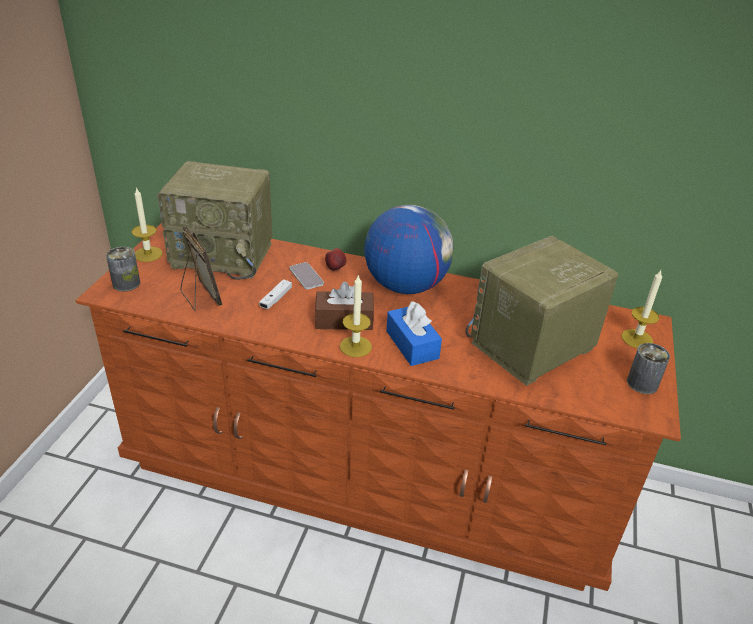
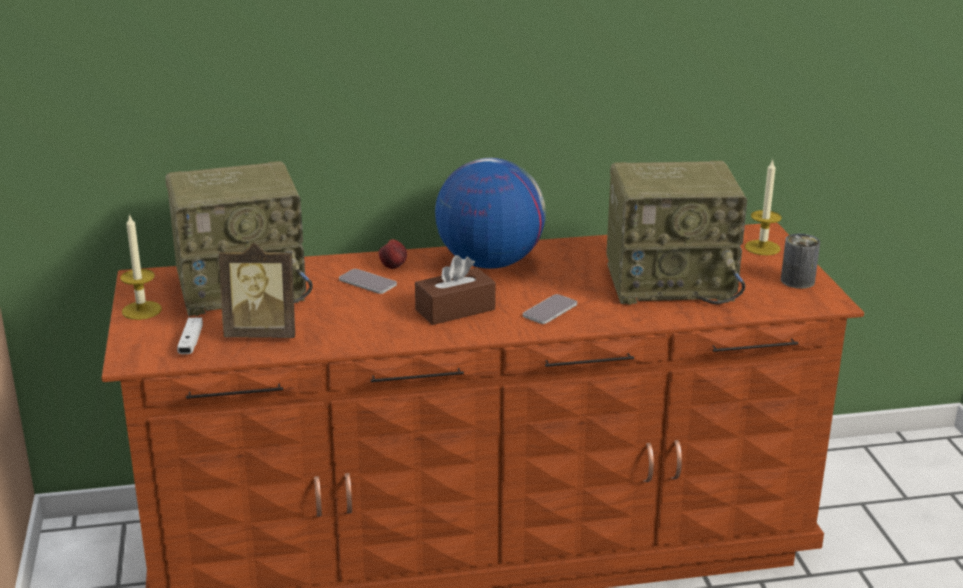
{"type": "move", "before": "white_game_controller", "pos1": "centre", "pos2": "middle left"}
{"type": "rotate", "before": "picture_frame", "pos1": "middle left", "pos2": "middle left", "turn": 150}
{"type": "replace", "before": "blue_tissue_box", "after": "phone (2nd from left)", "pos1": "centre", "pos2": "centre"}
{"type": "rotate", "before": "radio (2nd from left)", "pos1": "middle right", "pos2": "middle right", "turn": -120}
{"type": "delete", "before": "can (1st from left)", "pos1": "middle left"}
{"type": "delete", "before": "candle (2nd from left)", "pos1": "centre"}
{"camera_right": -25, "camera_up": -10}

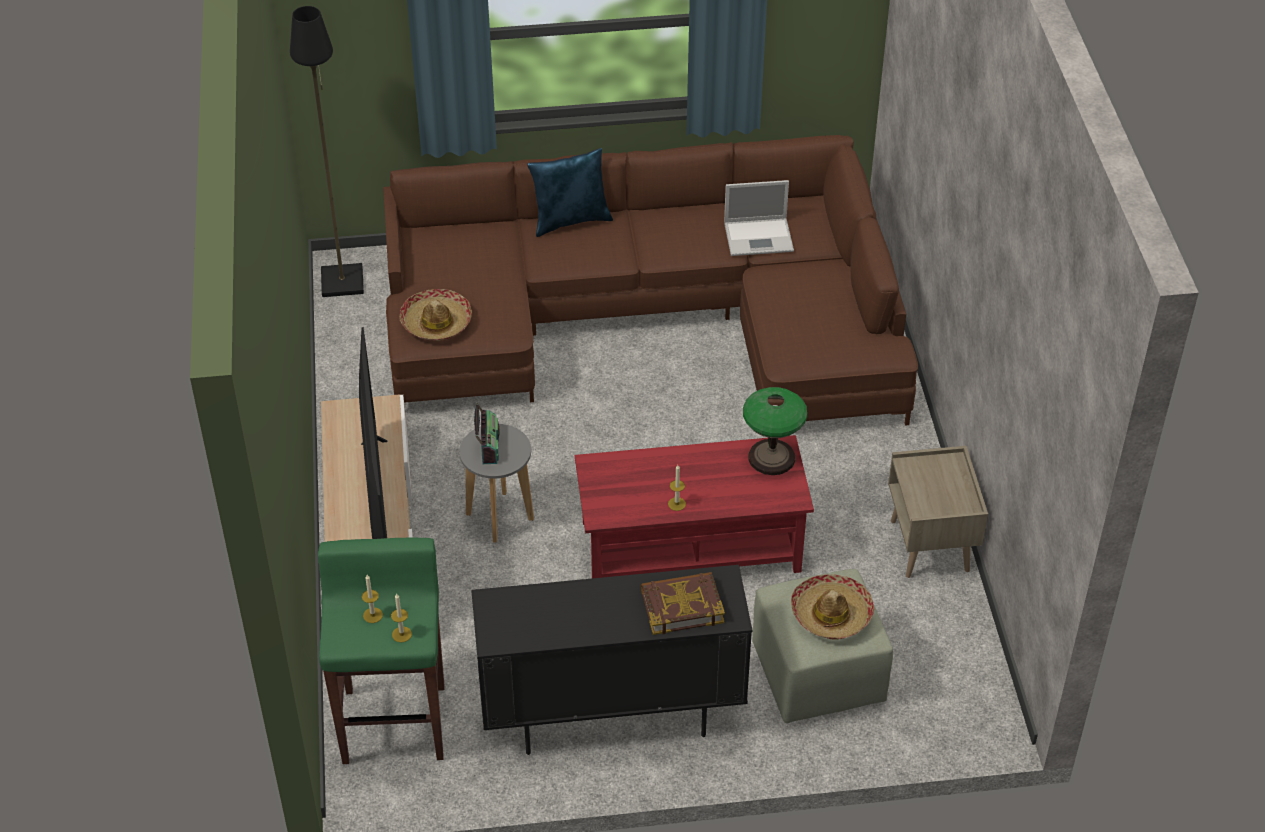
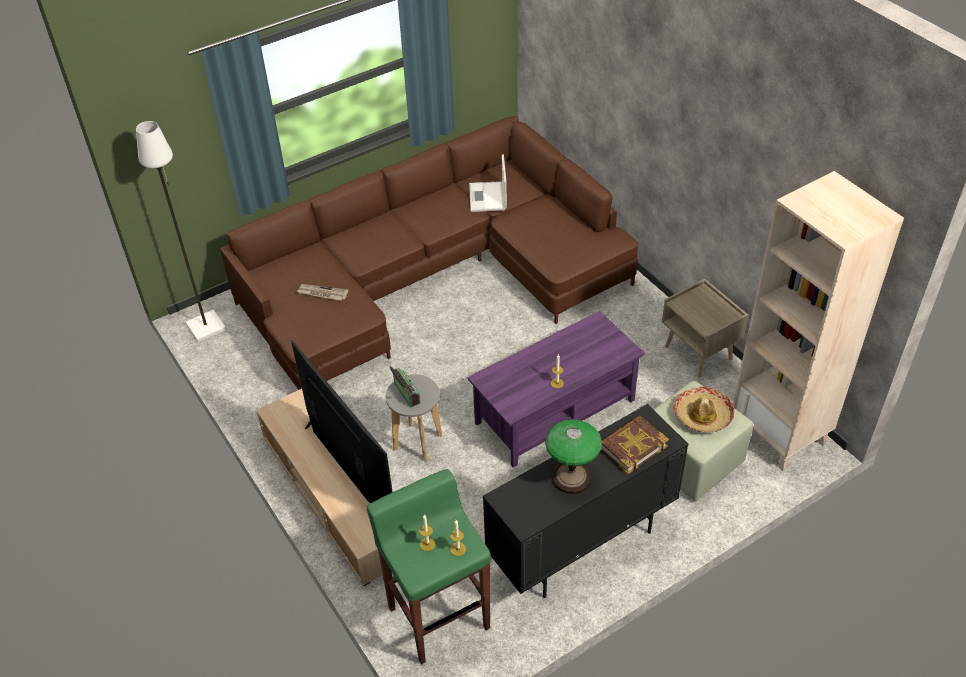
{"type": "recolor", "before": "black_floor_lamp", "after": "white_floor_lamp", "pos1": "top left", "pos2": "middle left"}
{"type": "insert", "after": "newspaper", "pos2": "centre"}
{"type": "recolor", "before": "red_coffee_table", "after": "purple_coffee_table", "pos1": "centre", "pos2": "centre"}
{"type": "rotate", "before": "laptop", "pos1": "top centre", "pos2": "top centre", "turn": 120}
{"type": "move", "before": "table_lamp", "pos1": "centre", "pos2": "bottom centre"}
{"type": "insert", "after": "beige_bookcase", "pos2": "middle right"}
{"type": "delete", "before": "hat (1st from left)", "pos1": "centre"}
{"type": "delete", "before": "blue_pillow", "pos1": "top centre"}
{"camera_right": -25, "camera_up": 0}

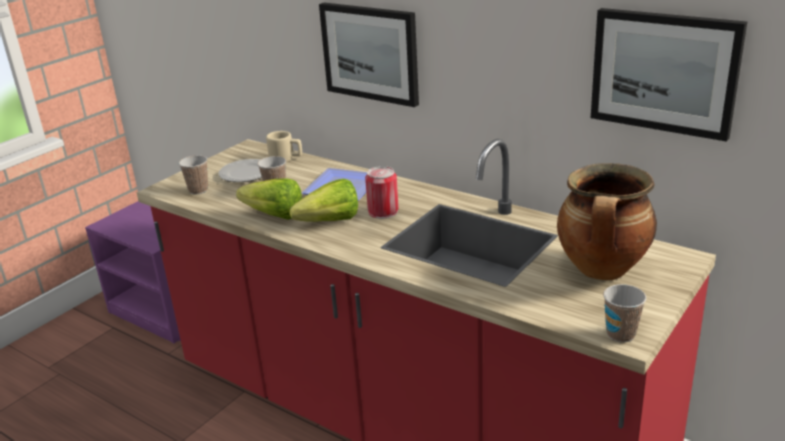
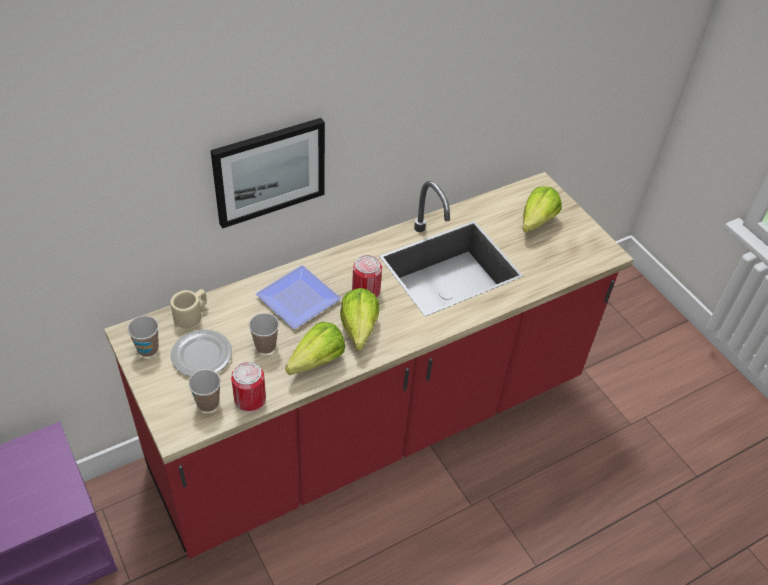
{"type": "move", "before": "cup (3rd from left in the first image)", "after": "cup (1st from left)", "pos1": "bottom right", "pos2": "middle left"}
{"type": "insert", "after": "can (1st from left)", "pos2": "middle left"}
{"type": "replace", "before": "cooking_pot", "after": "lettuce (3rd from left)", "pos1": "middle right", "pos2": "middle right"}
{"type": "delete", "before": "picture (2nd from left)", "pos1": "top right"}
{"camera_right": -70, "camera_up": 20}

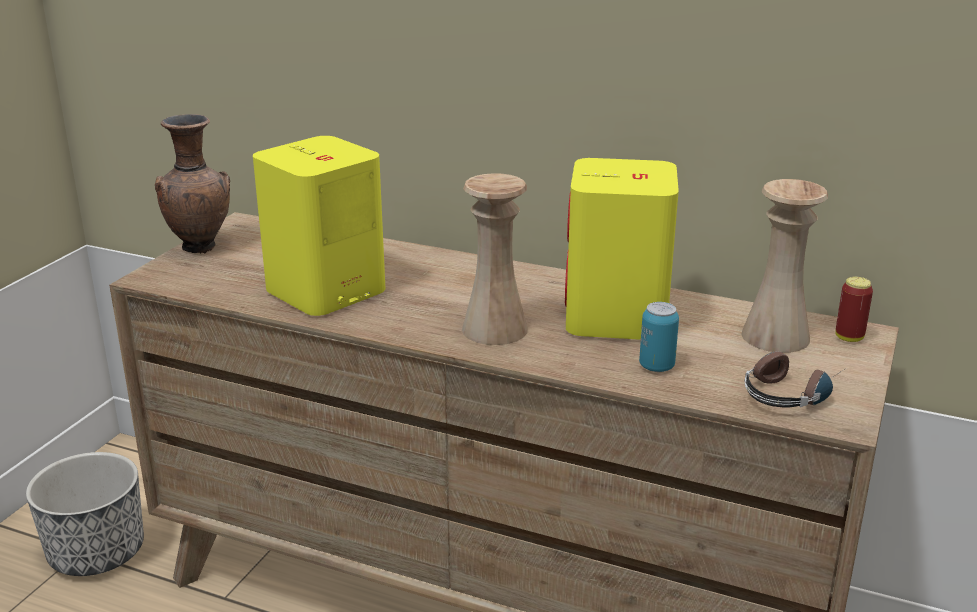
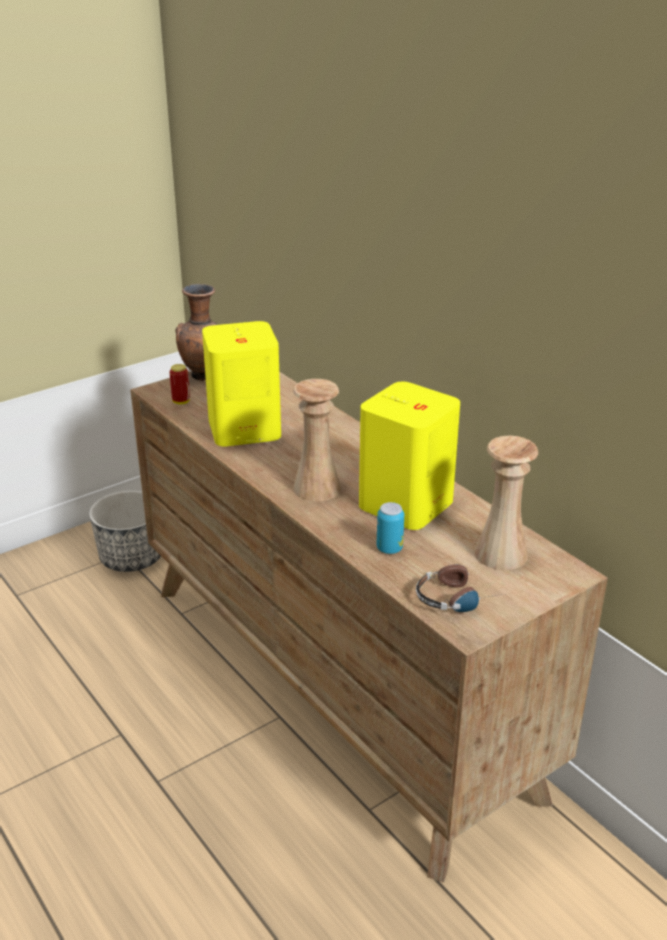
{"type": "move", "before": "can (2nd from left in the first image)", "after": "can (1st from left)", "pos1": "middle right", "pos2": "middle left"}
{"camera_right": 30, "camera_up": 5}

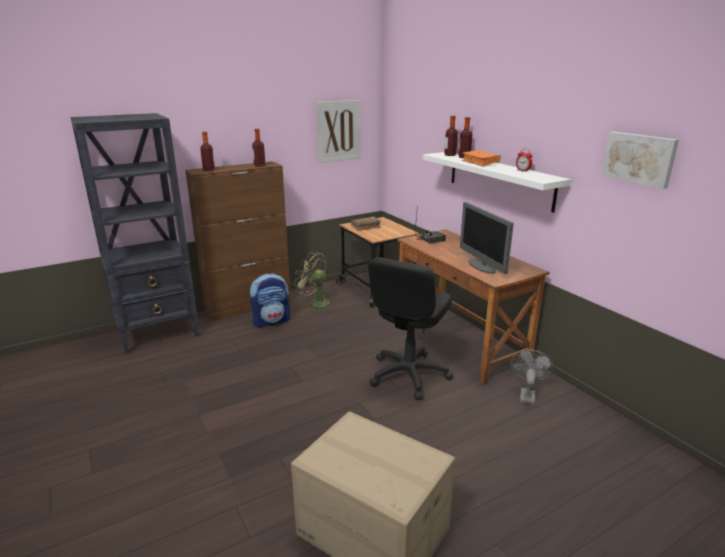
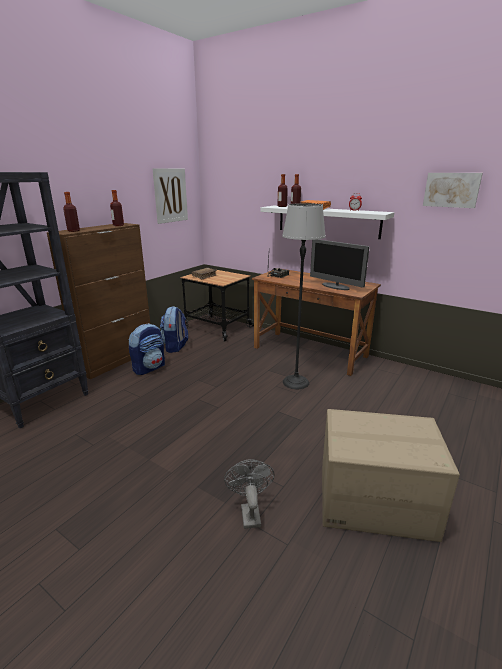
{"type": "replace", "before": "green_fan", "after": "backpack (2nd from left)", "pos1": "centre", "pos2": "centre"}
{"type": "move", "before": "grey_fan", "pos1": "bottom right", "pos2": "bottom centre"}
{"type": "replace", "before": "black_office_chair", "after": "floor_lamp", "pos1": "centre", "pos2": "centre"}
{"camera_right": -25, "camera_up": 0}

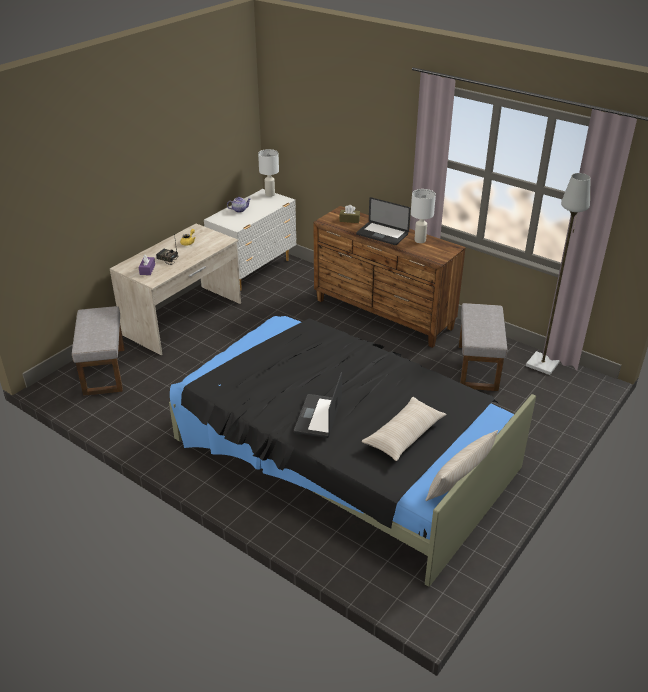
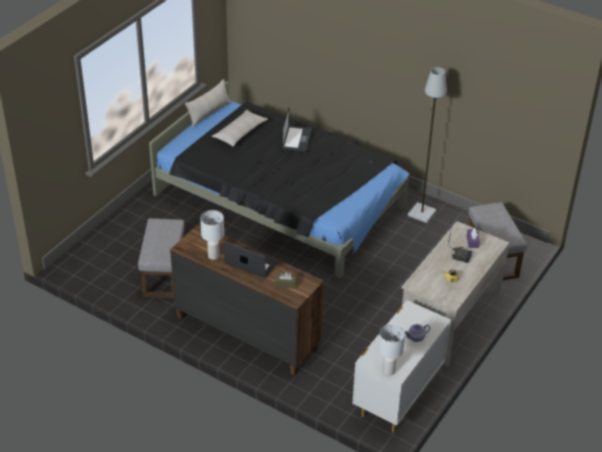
{"type": "move", "before": "grey_floor_lamp", "pos1": "middle right", "pos2": "top right"}
{"camera_right": 175, "camera_up": 5}

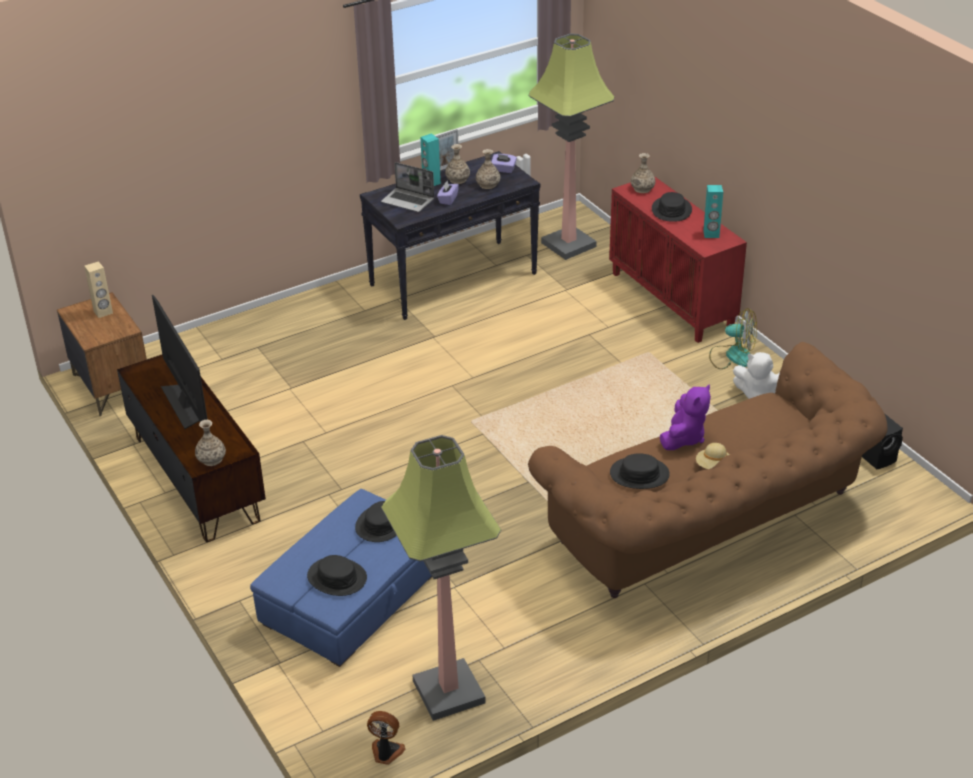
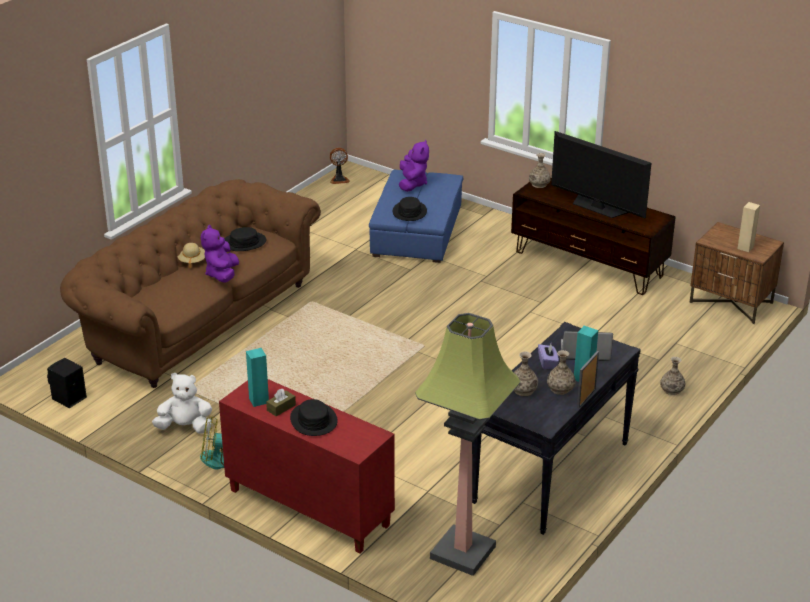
{"type": "insert", "after": "brown_tissue_box", "pos2": "bottom centre"}
{"type": "replace", "before": "black_hat (1st from left)", "after": "purple_plush_toy (2nd from left)", "pos1": "bottom centre", "pos2": "top centre"}
{"type": "move", "before": "vase (4th from left)", "pos1": "top centre", "pos2": "middle right"}
{"type": "delete", "before": "floor_lamp (1st from left)", "pos1": "bottom centre"}
{"type": "delete", "before": "purple_tissue_box (2nd from left)", "pos1": "top centre"}
{"camera_right": 155, "camera_up": -5}

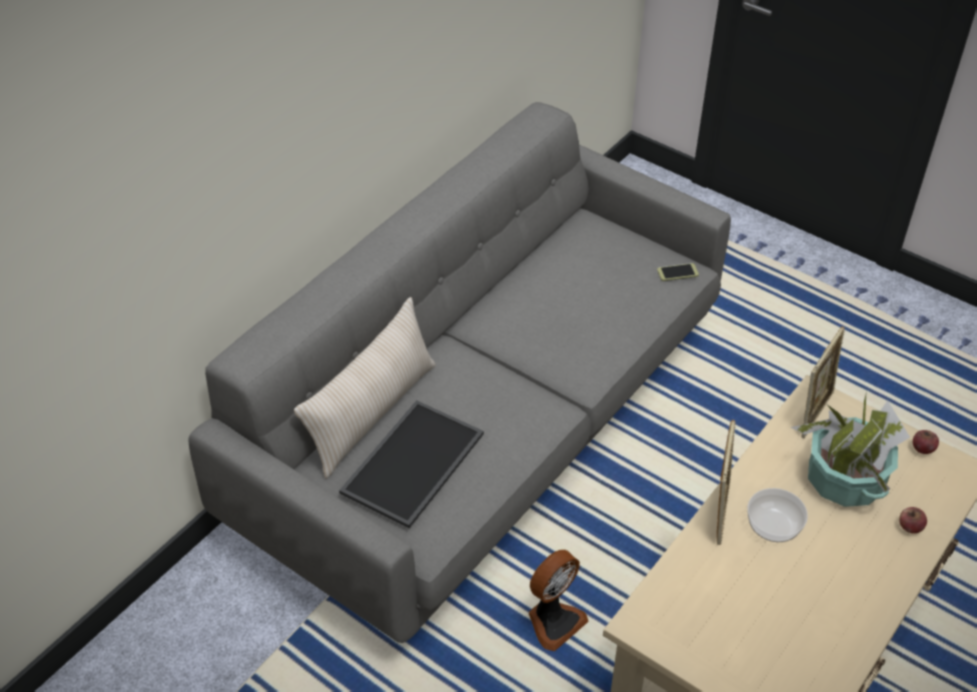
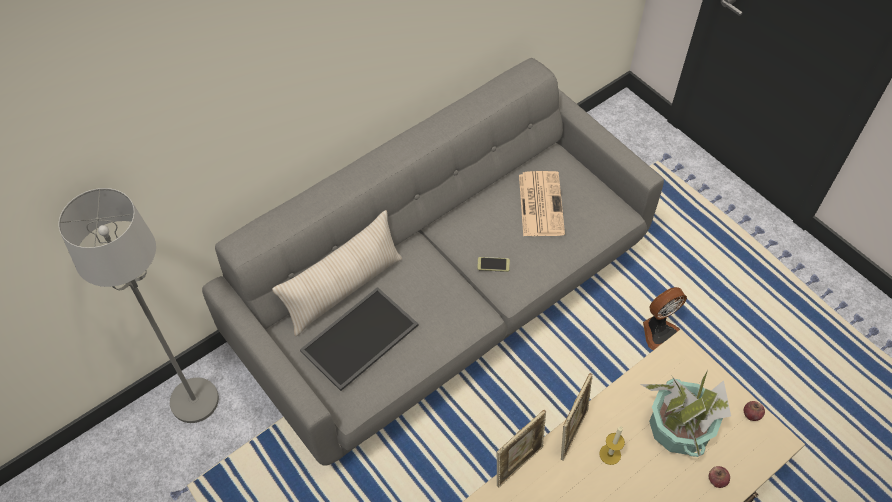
{"type": "insert", "after": "grey_floor_lamp", "pos2": "middle left"}
{"type": "move", "before": "phone", "pos1": "middle right", "pos2": "centre"}
{"type": "move", "before": "picture_frame (2nd from left in the first image)", "after": "picture_frame (1st from left)", "pos1": "middle right", "pos2": "bottom centre"}
{"type": "insert", "after": "newspaper", "pos2": "centre"}
{"type": "replace", "before": "bowl", "after": "candle", "pos1": "bottom right", "pos2": "bottom right"}
{"type": "move", "before": "fan", "pos1": "bottom centre", "pos2": "middle right"}
{"camera_right": 15, "camera_up": 10}

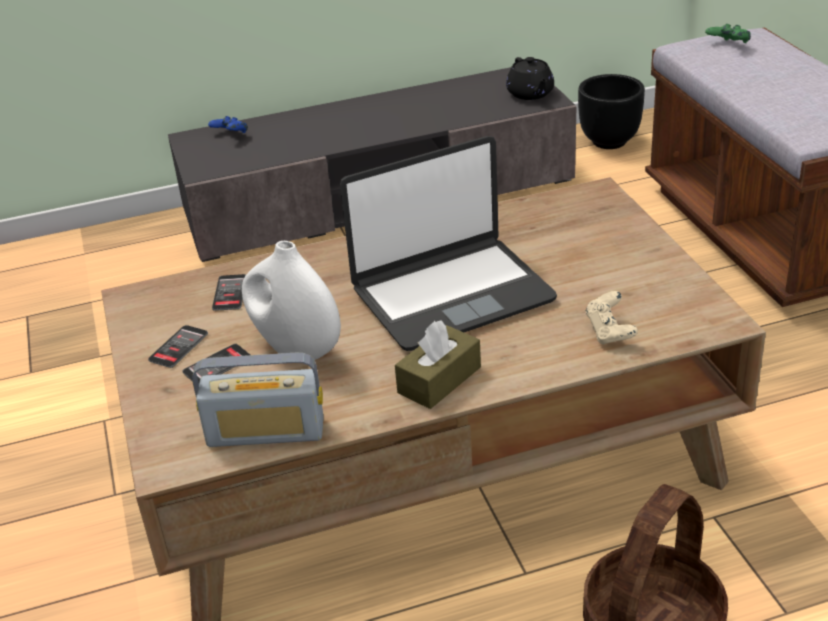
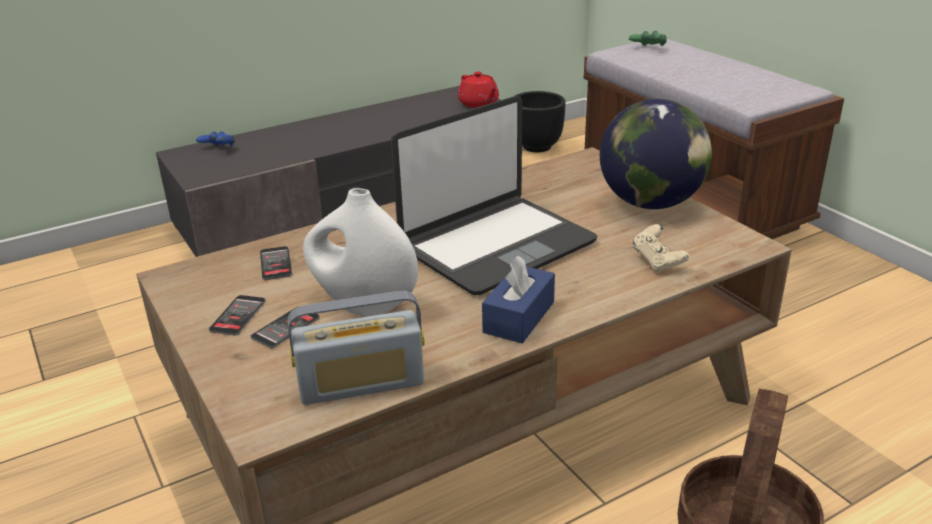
{"type": "recolor", "before": "black_teapot", "after": "red_teapot", "pos1": "top centre", "pos2": "top centre"}
{"type": "recolor", "before": "brown_tissue_box", "after": "blue_tissue_box", "pos1": "centre", "pos2": "centre"}
{"type": "insert", "after": "globe", "pos2": "top right"}
{"camera_right": -15, "camera_up": -5}

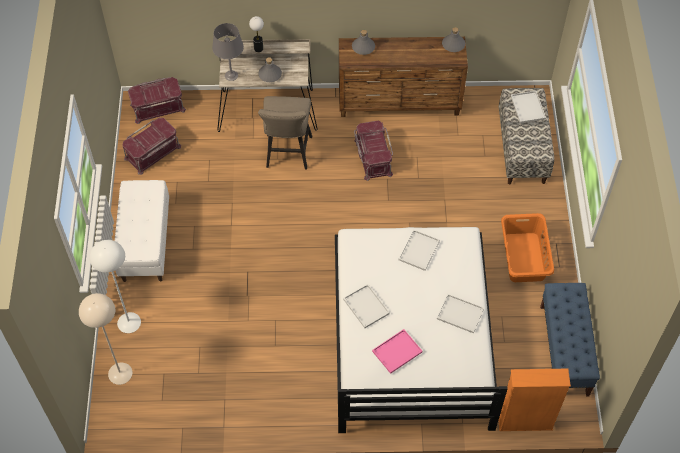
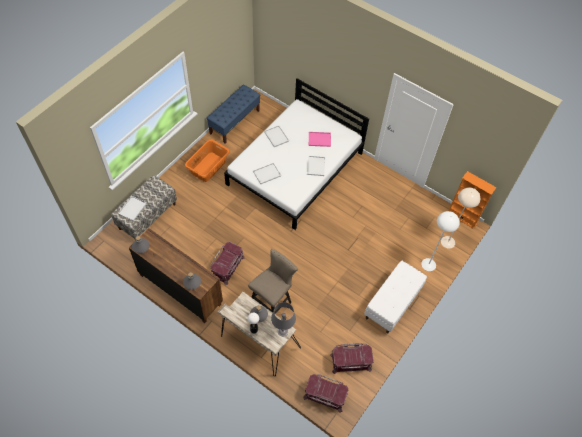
{"type": "move", "before": "orange_bookcase", "pos1": "bottom right", "pos2": "middle right"}
{"camera_right": -145, "camera_up": 0}

